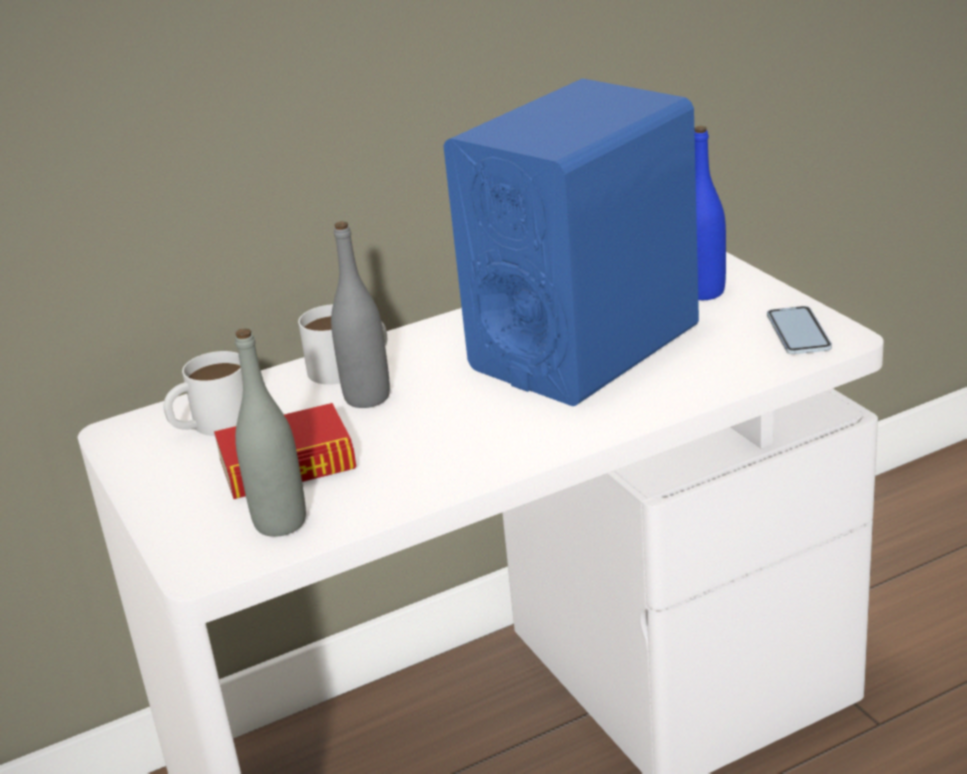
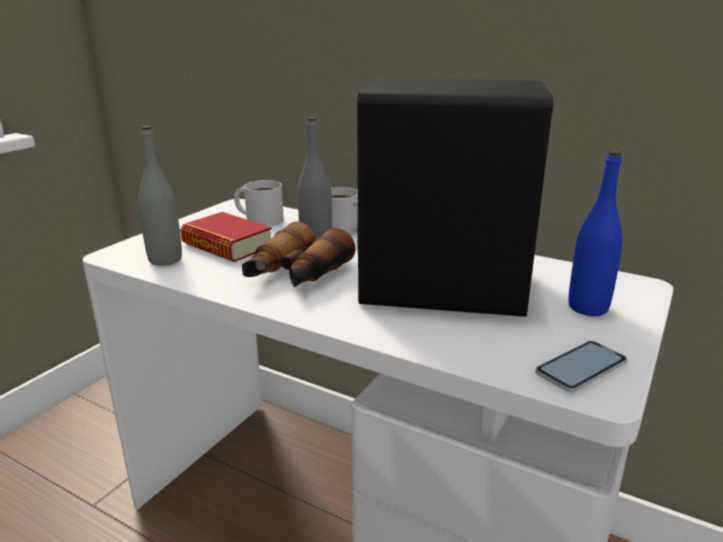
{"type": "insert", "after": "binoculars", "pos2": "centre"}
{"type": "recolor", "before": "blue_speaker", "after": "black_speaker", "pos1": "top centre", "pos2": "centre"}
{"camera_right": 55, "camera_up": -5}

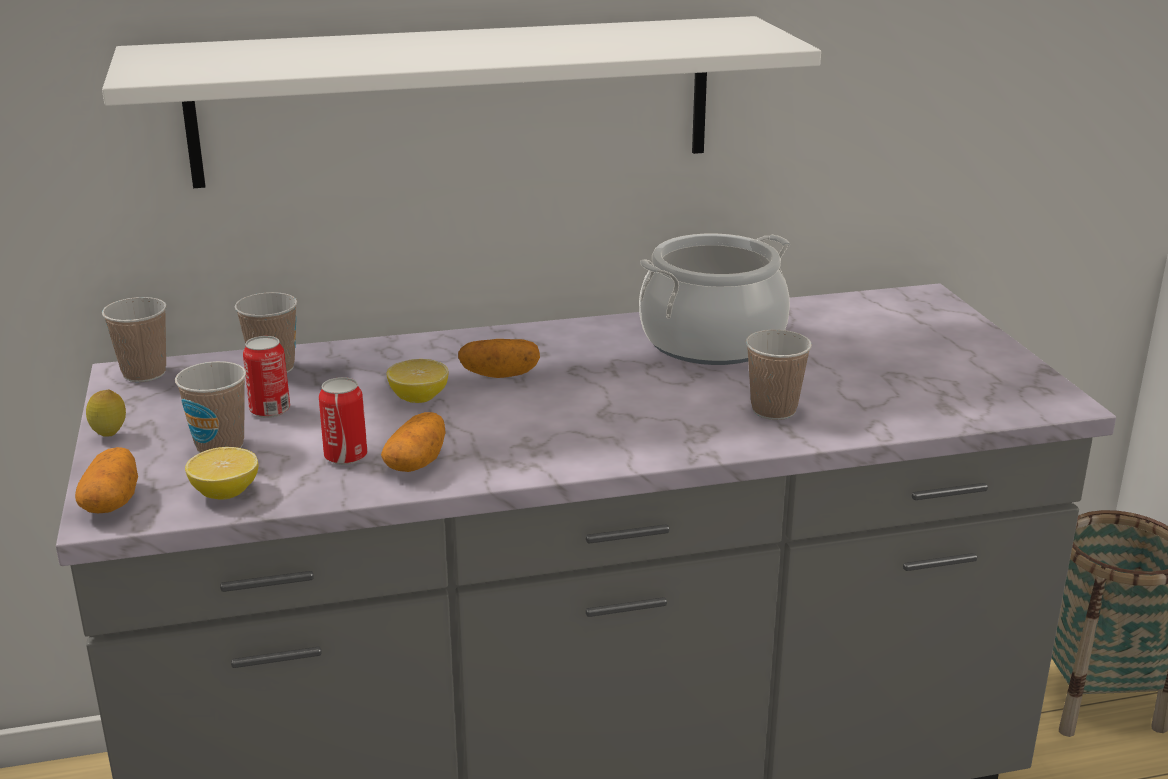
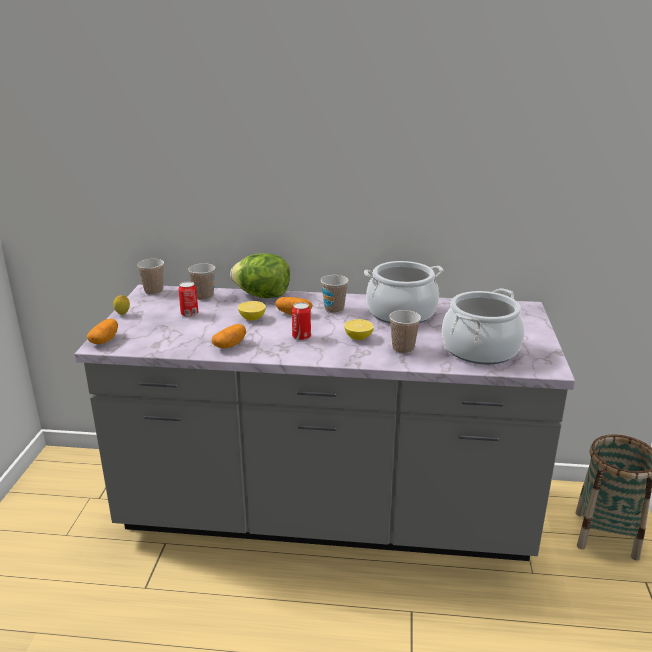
{"type": "insert", "after": "lettuce", "pos2": "centre"}
{"type": "move", "before": "can (2nd from left)", "pos1": "middle left", "pos2": "centre"}
{"type": "move", "before": "cup (2nd from left in the first image)", "after": "cup (3rd from left)", "pos1": "middle left", "pos2": "centre"}
{"type": "move", "before": "lemon (2nd from left in the first image)", "after": "lemon (3rd from left)", "pos1": "middle left", "pos2": "centre"}
{"type": "insert", "after": "cooking_pot (2nd from left)", "pos2": "middle right"}
{"type": "delete", "before": "white_shelf", "pos1": "top centre"}
{"camera_right": 20, "camera_up": 0}

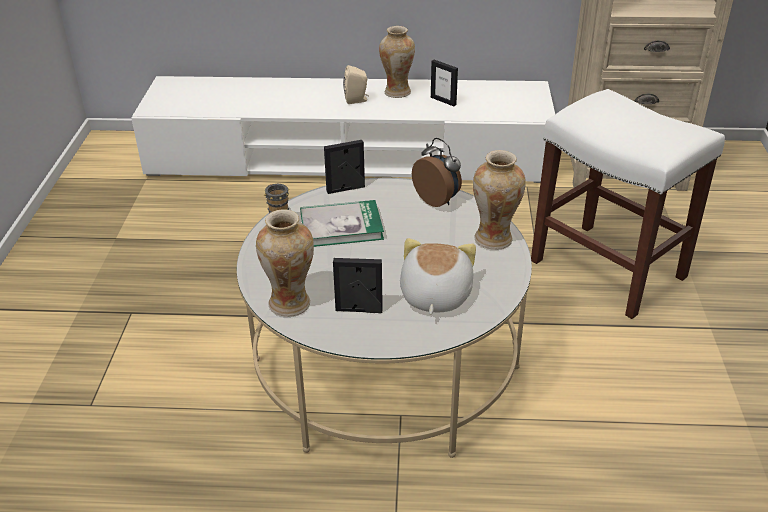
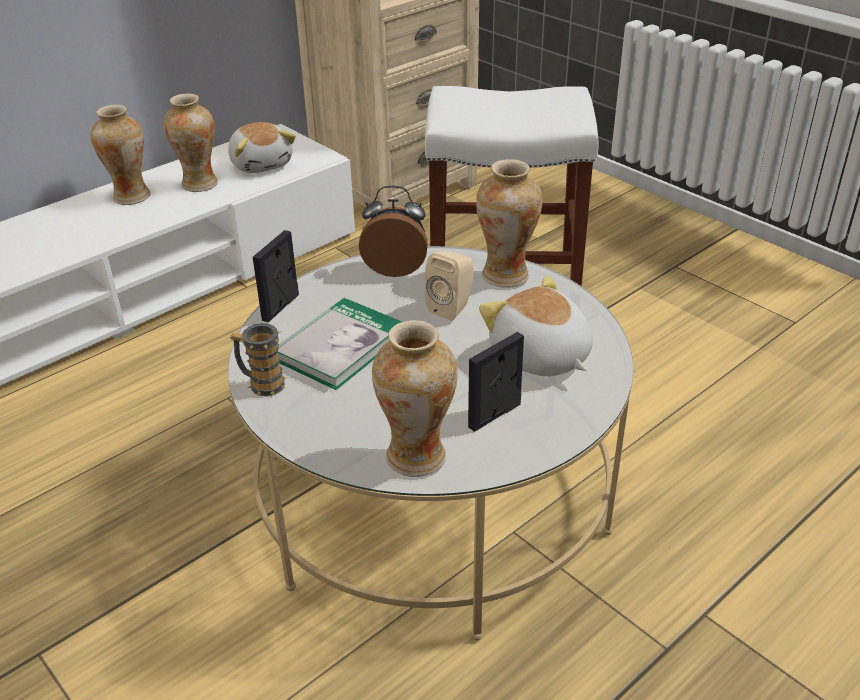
{"type": "replace", "before": "picture_frame (3rd from left)", "after": "vase (2nd from left)", "pos1": "top centre", "pos2": "top left"}
{"type": "insert", "after": "plush_toy (1st from left)", "pos2": "top left"}
{"type": "move", "before": "beige_speaker", "pos1": "top centre", "pos2": "centre"}
{"camera_right": -45, "camera_up": 0}

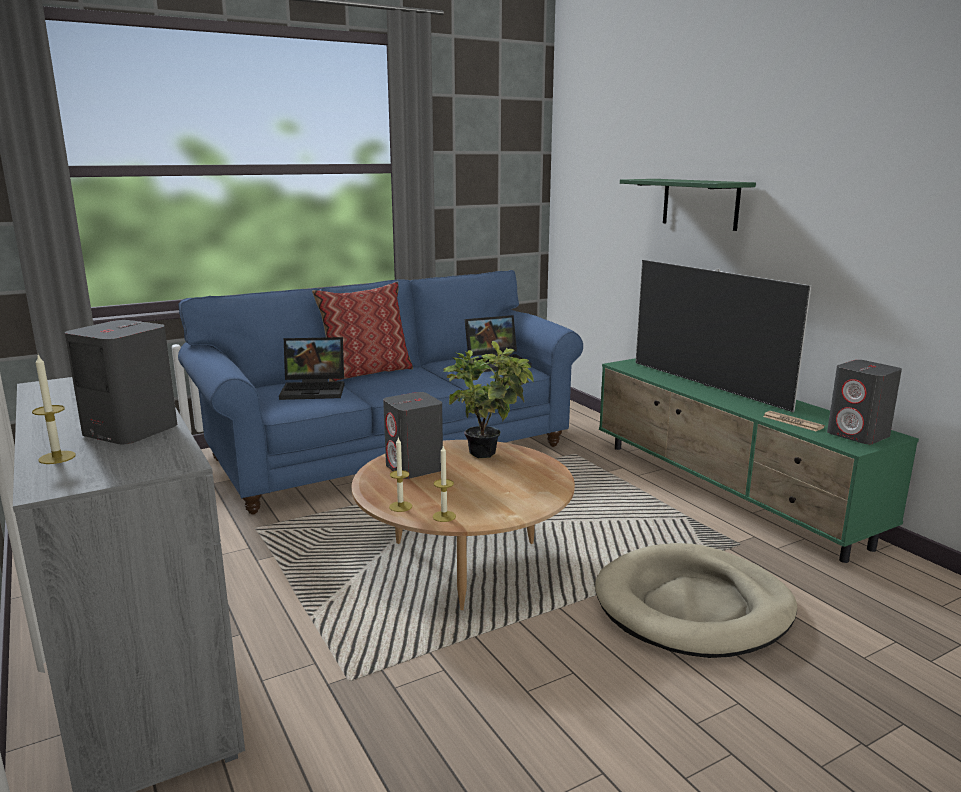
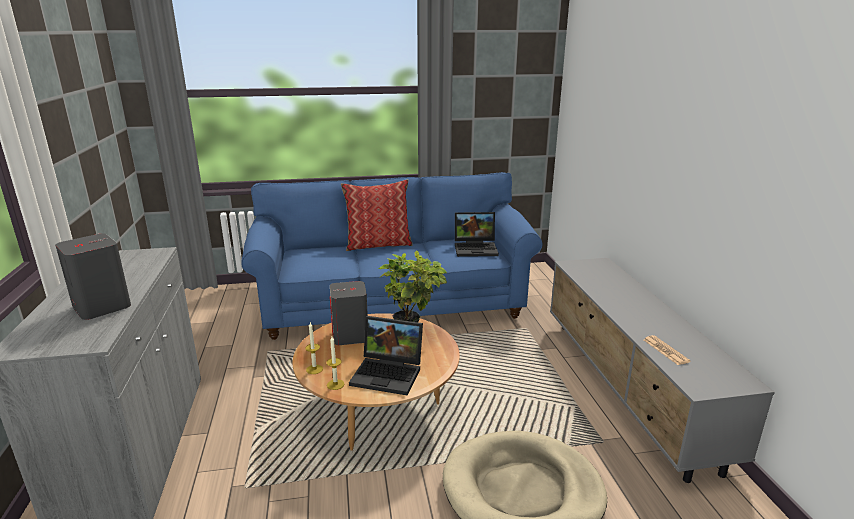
{"type": "move", "before": "laptop (1st from left)", "pos1": "middle left", "pos2": "bottom centre"}
{"type": "recolor", "before": "green_tv_stand", "after": "grey_tv_stand", "pos1": "middle right", "pos2": "bottom right"}
{"type": "delete", "before": "candle (1st from left)", "pos1": "middle left"}
{"type": "delete", "before": "green_shelf", "pos1": "top right"}
{"type": "delete", "before": "television", "pos1": "middle right"}
{"type": "delete", "before": "grey_speaker (3rd from left)", "pos1": "middle right"}
{"camera_right": 20, "camera_up": 5}

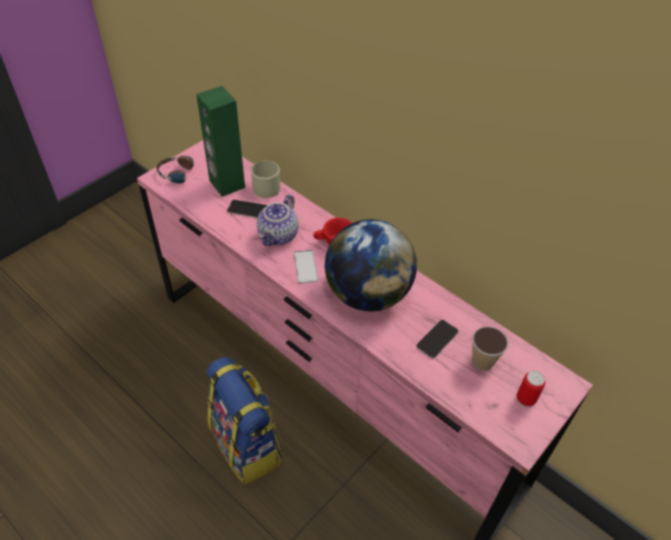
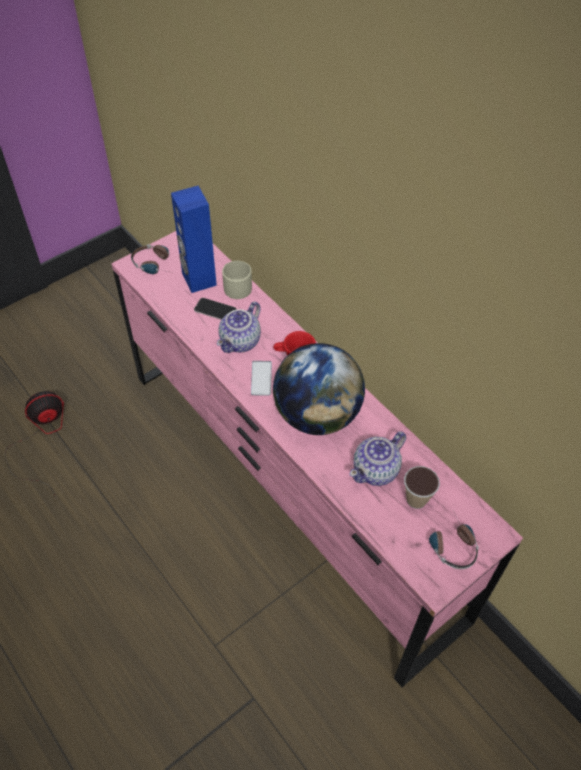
{"type": "insert", "after": "fan", "pos2": "middle left"}
{"type": "recolor", "before": "green_speaker", "after": "blue_speaker", "pos1": "top left", "pos2": "top centre"}
{"type": "replace", "before": "phone (3rd from left)", "after": "teapot (2nd from left)", "pos1": "centre", "pos2": "centre"}
{"type": "replace", "before": "can", "after": "headphones (2nd from left)", "pos1": "bottom right", "pos2": "bottom right"}
{"type": "delete", "before": "backpack", "pos1": "bottom centre"}
{"camera_right": 10, "camera_up": 5}

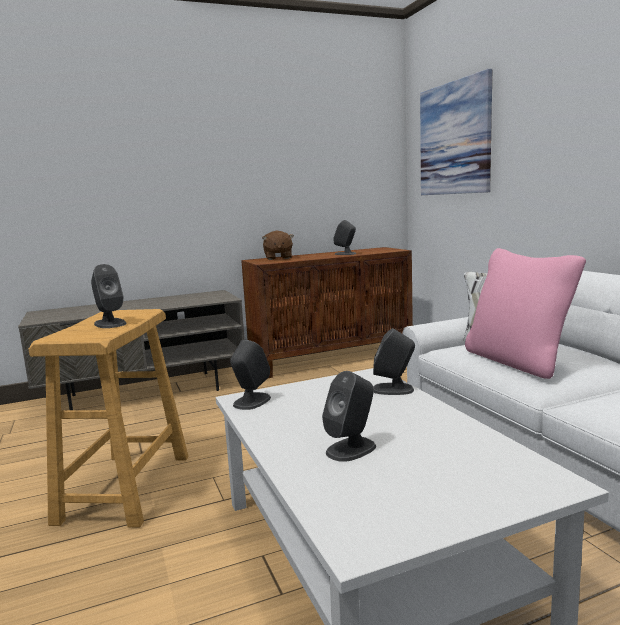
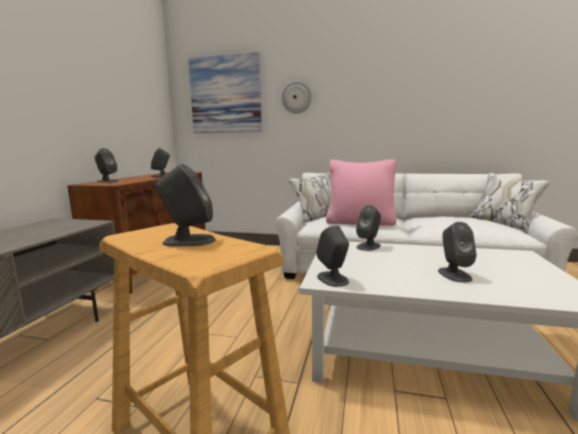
{"type": "replace", "before": "brown_plush_toy", "after": "grey_speaker (1st from left)", "pos1": "centre", "pos2": "middle left"}
{"type": "insert", "after": "wall_clock", "pos2": "top centre"}
{"camera_right": -55, "camera_up": 0}

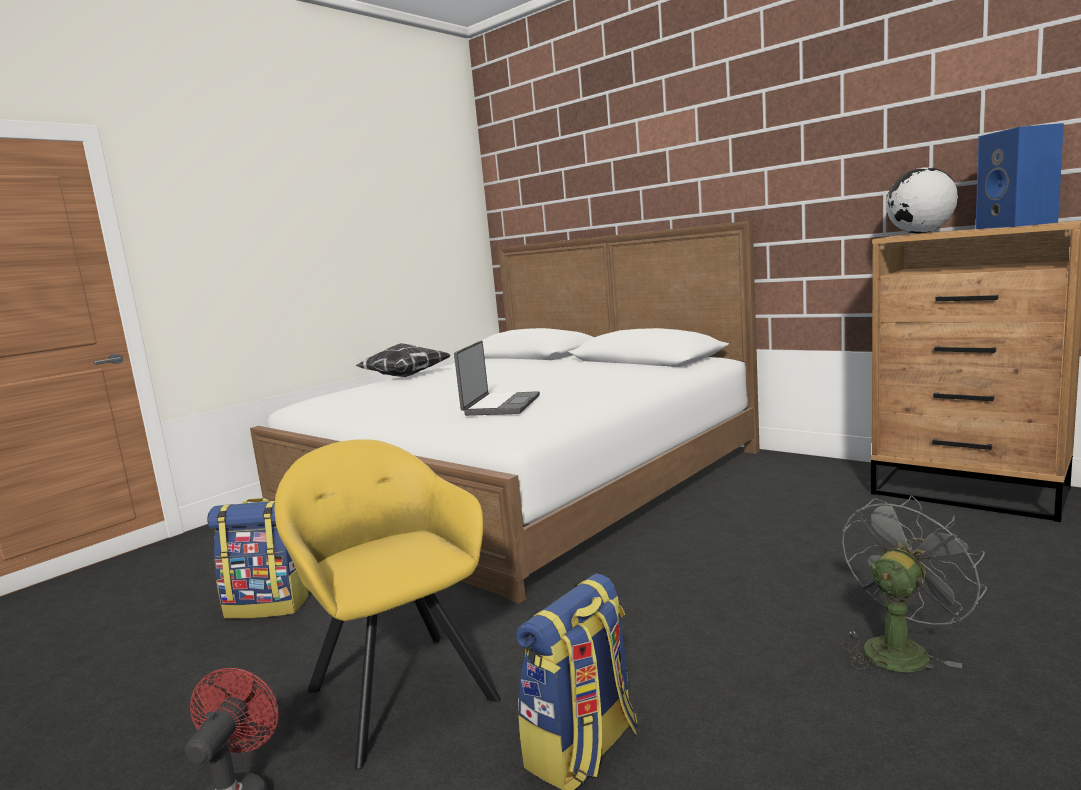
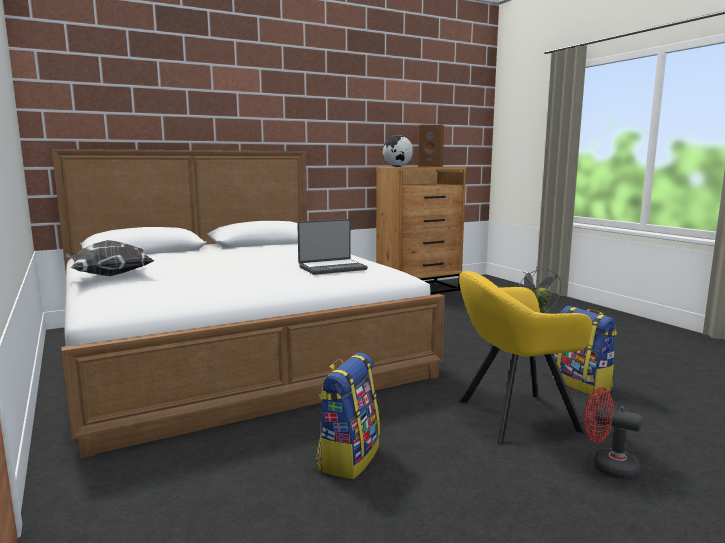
{"type": "rotate", "before": "laptop", "pos1": "centre", "pos2": "centre", "turn": 120}
{"type": "recolor", "before": "blue_speaker", "after": "brown_speaker", "pos1": "top right", "pos2": "top centre"}
{"camera_right": -70, "camera_up": 0}

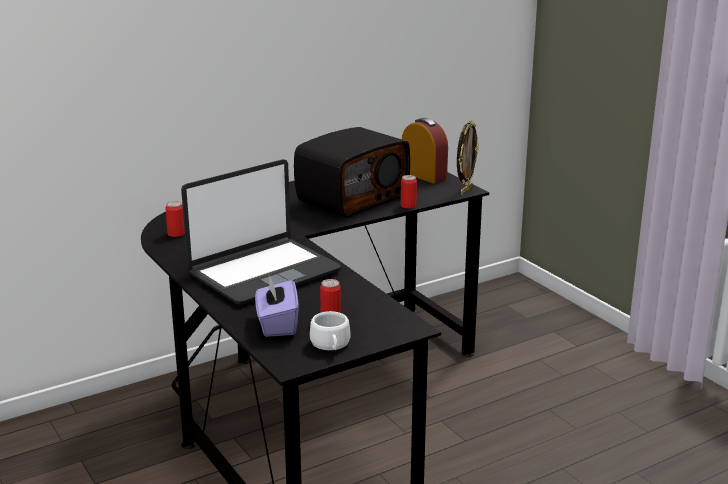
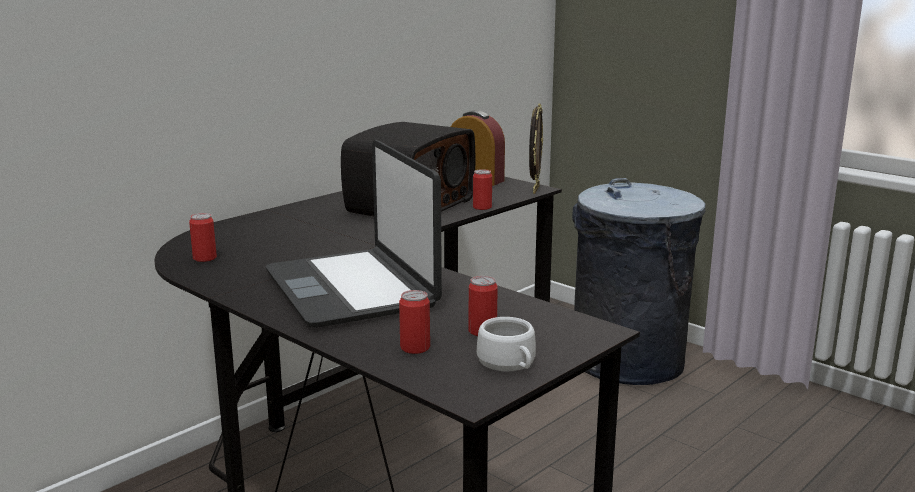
{"type": "rotate", "before": "laptop", "pos1": "centre", "pos2": "centre", "turn": 120}
{"type": "replace", "before": "purple_tissue_box", "after": "can (2nd from left)", "pos1": "centre", "pos2": "centre"}
{"type": "insert", "after": "grey_trash_can", "pos2": "middle right"}
{"camera_right": -15, "camera_up": -5}

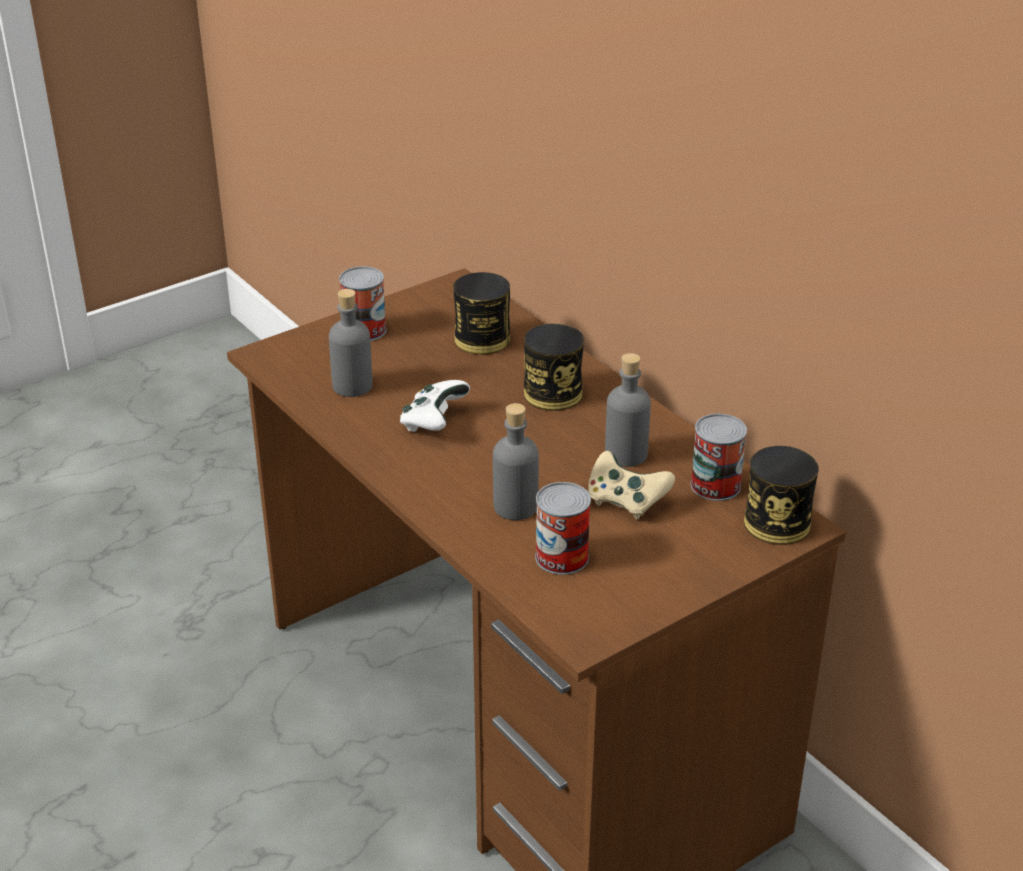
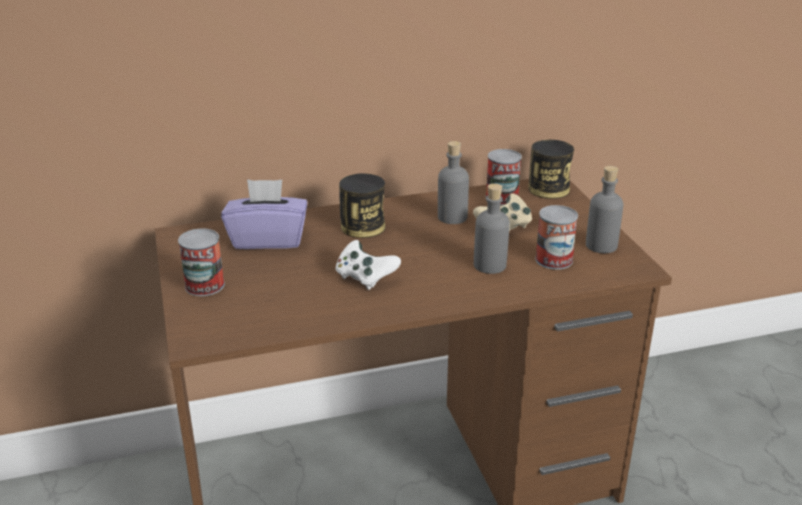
{"type": "replace", "before": "can (2nd from left)", "after": "purple_tissue_box", "pos1": "centre", "pos2": "middle left"}
{"type": "move", "before": "grey_bottle (1st from left in the first image)", "after": "grey_bottle (3rd from left)", "pos1": "centre", "pos2": "middle right"}
{"camera_right": -70, "camera_up": -5}

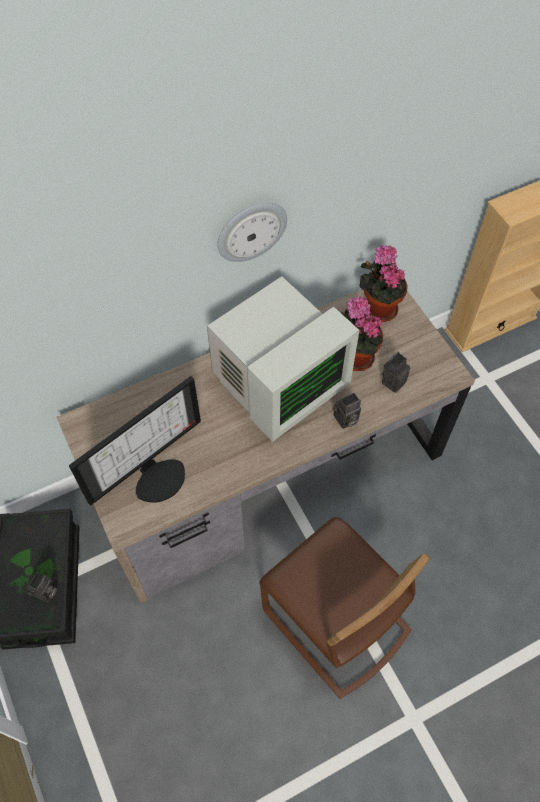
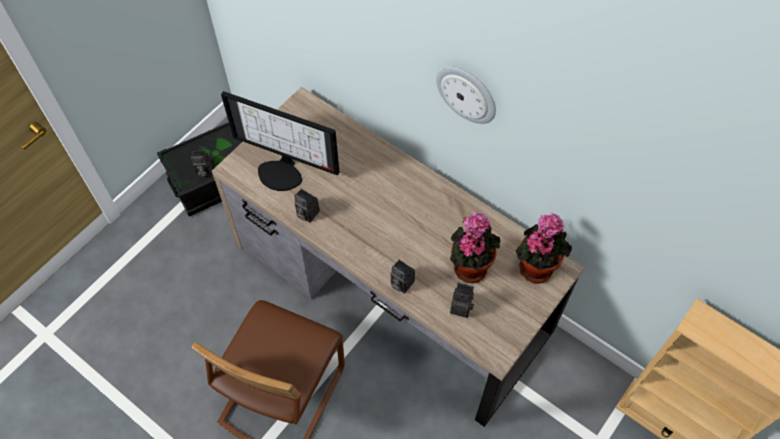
{"type": "insert", "after": "photo_camera (2nd from left)", "pos2": "centre"}
{"type": "delete", "before": "monitor (2nd from left)", "pos1": "centre"}
{"camera_right": 65, "camera_up": 0}

